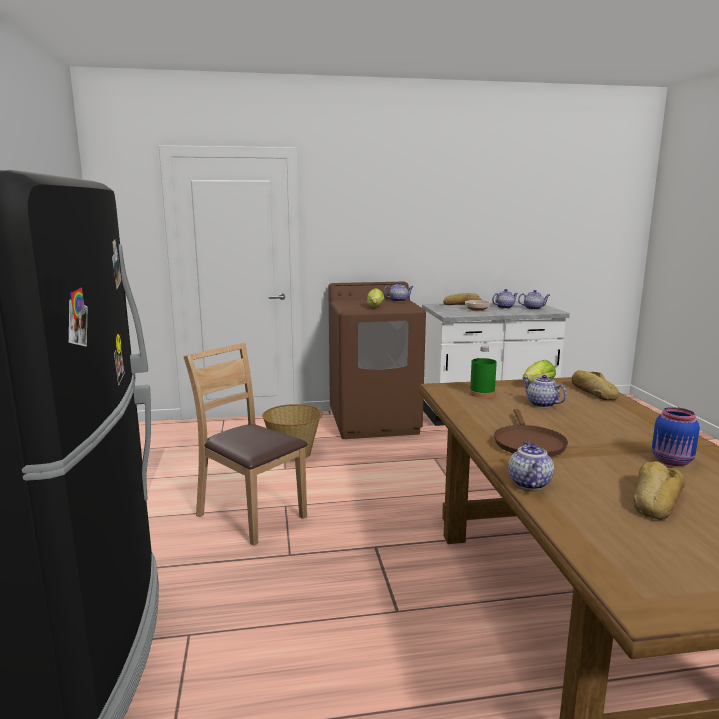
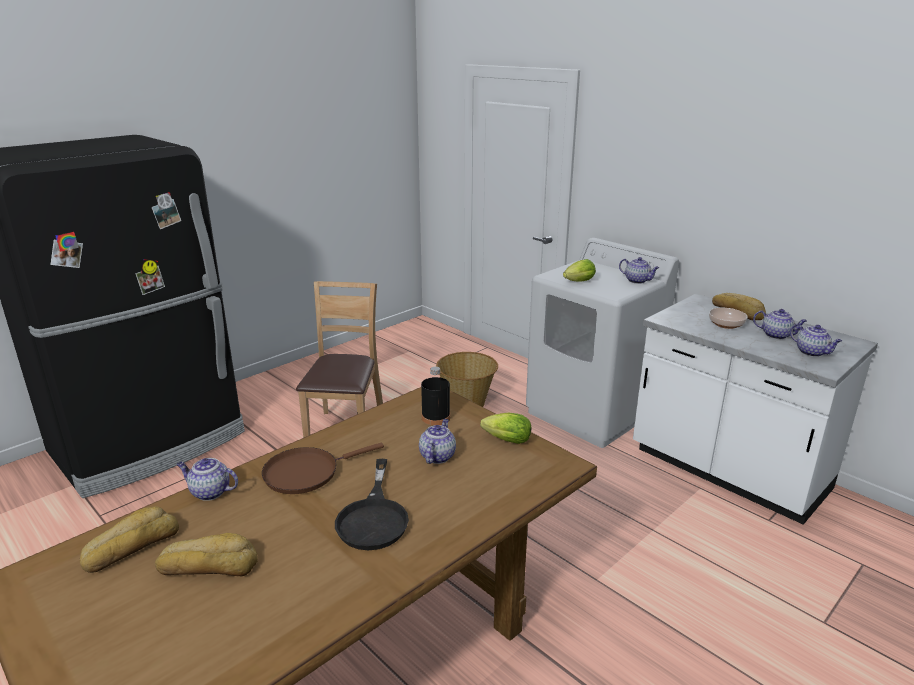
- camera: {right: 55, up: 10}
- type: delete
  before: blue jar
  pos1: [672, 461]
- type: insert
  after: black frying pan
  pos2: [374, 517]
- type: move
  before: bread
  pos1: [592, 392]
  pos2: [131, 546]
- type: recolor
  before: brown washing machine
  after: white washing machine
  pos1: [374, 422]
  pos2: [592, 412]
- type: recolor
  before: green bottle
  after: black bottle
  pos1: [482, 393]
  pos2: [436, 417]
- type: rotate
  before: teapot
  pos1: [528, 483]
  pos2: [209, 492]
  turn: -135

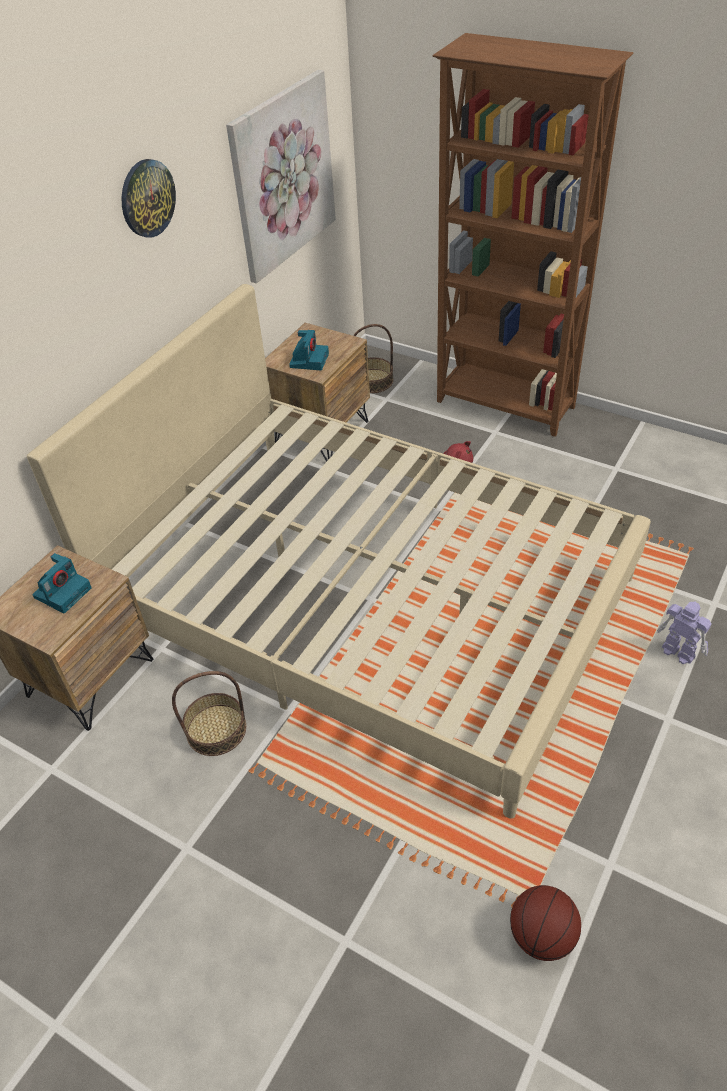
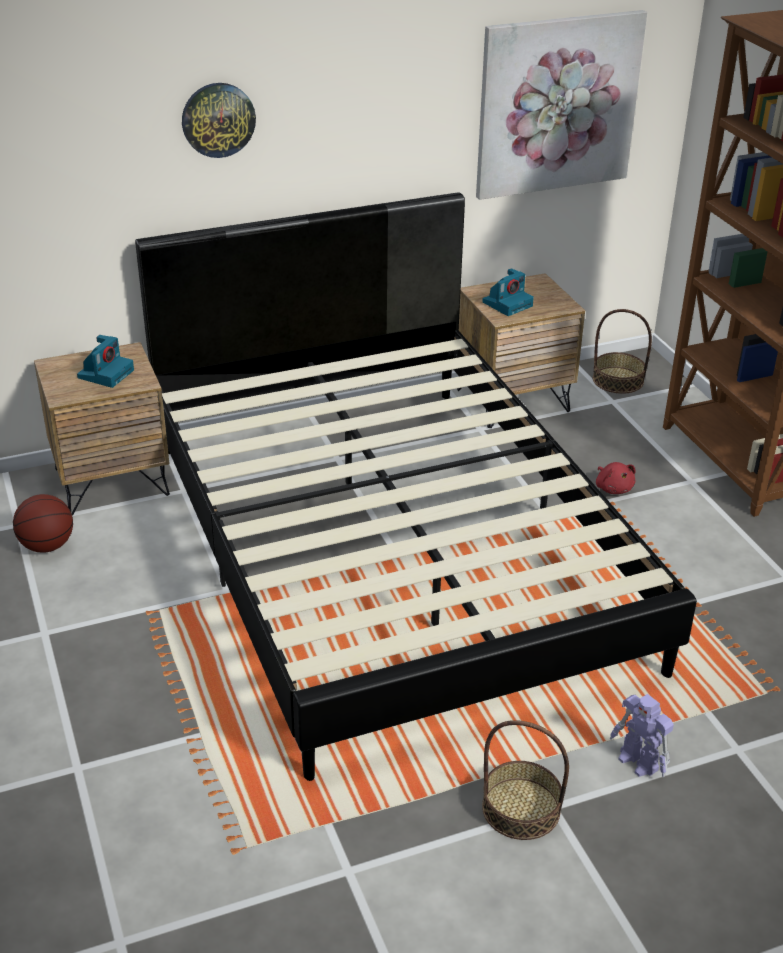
- camera: {right: 35, up: -10}
- type: move
  before: wall clock
  pos1: [147, 198]
  pos2: [218, 119]
- type: move
  before: basket
  pos1: [216, 729]
  pos2: [521, 808]
- type: move
  before: basketball
  pos1: [542, 935]
  pos2: [47, 546]
- type: recolor
  before: beige bed
  after: black bed
  pos1: [367, 598]
  pos2: [391, 548]
- type: rotate
  before: photo camera
  pos1: [63, 591]
  pos2: [106, 373]
  turn: -45
- type: rotate
  before: toy robot
  pos1: [677, 651]
  pos2: [639, 762]
  turn: 150

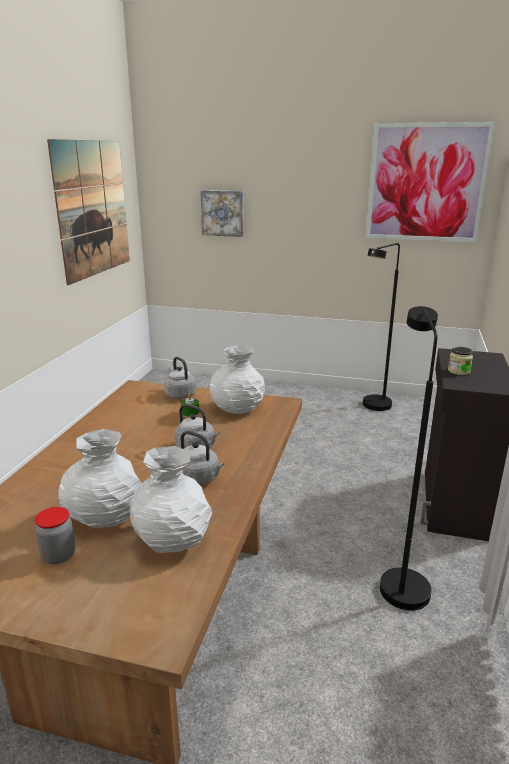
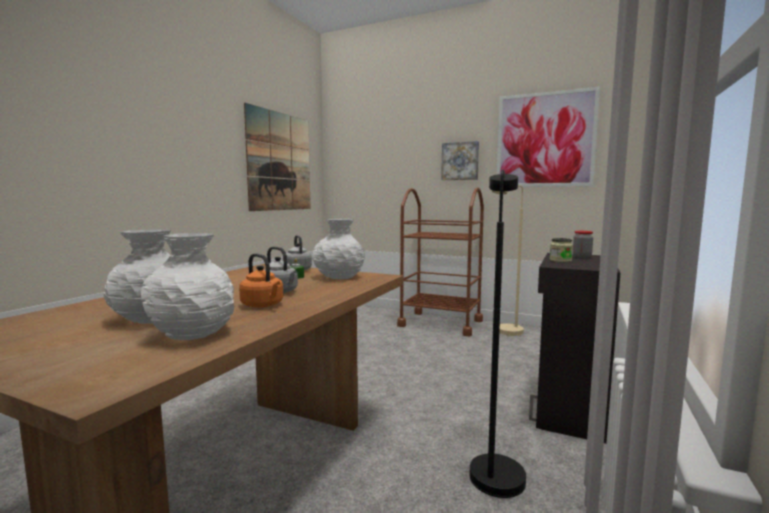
- camera: {right: 10, up: -15}
- type: insert
  after: brown cart
  pos2: [440, 323]
- type: move
  before: jar
  pos1: [58, 555]
  pos2: [582, 256]
- type: move
  before: picture
  pos1: [223, 213]
  pos2: [460, 161]
- type: recolor
  before: grey kettle
  after: orange kettle
  pos1: [199, 479]
  pos2: [263, 305]
- type: recolor
  before: black floor lamp
  after: beige floor lamp
  pos1: [373, 407]
  pos2: [506, 333]

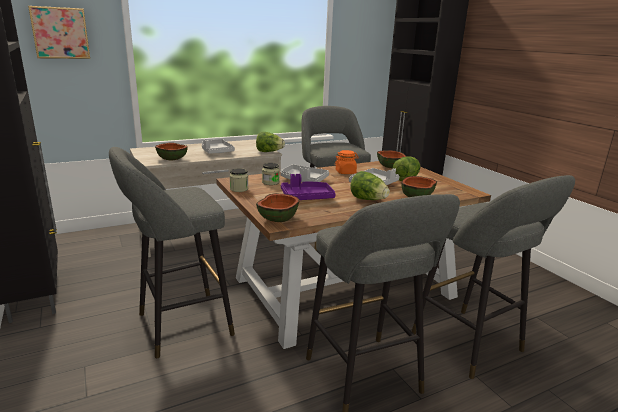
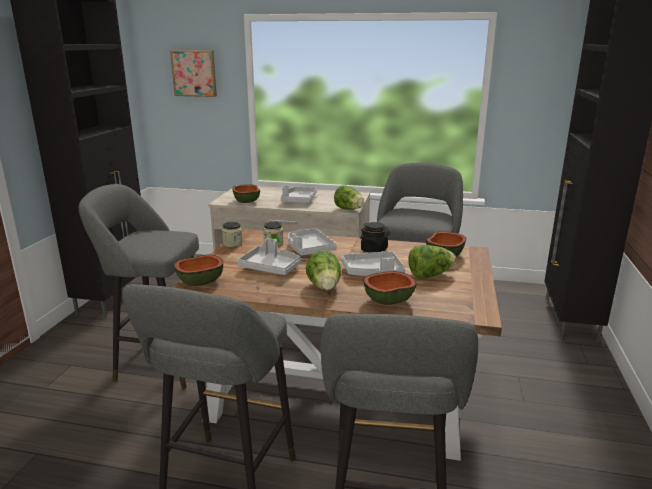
- camera: {right: 40, up: 0}
- type: recolor
  before: purple tray
  after: grey tray
  pos1: [306, 197]
  pos2: [271, 268]
- type: recolor
  before: orange jar
  after: black jar
  pos1: [345, 172]
  pos2: [374, 250]

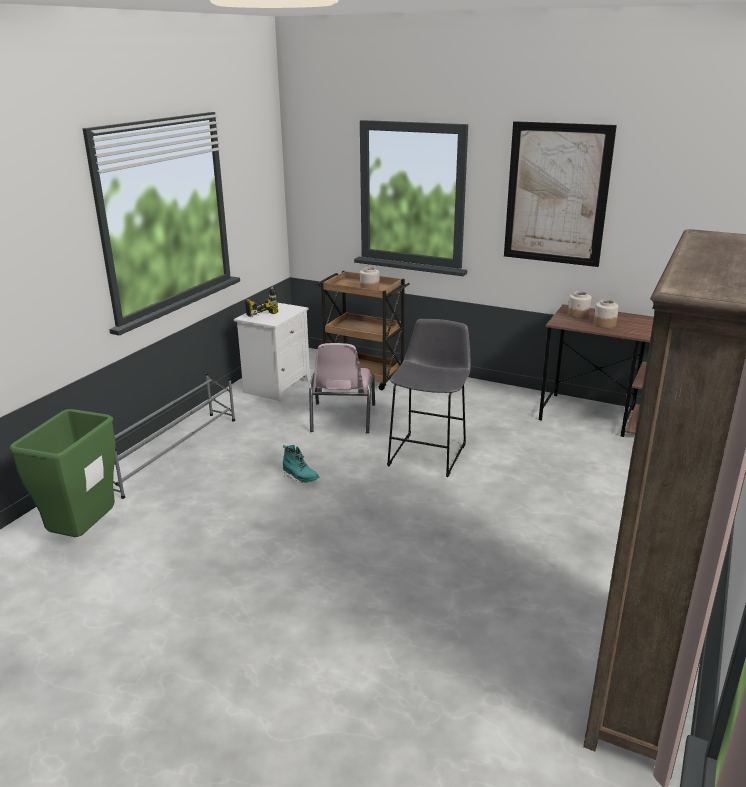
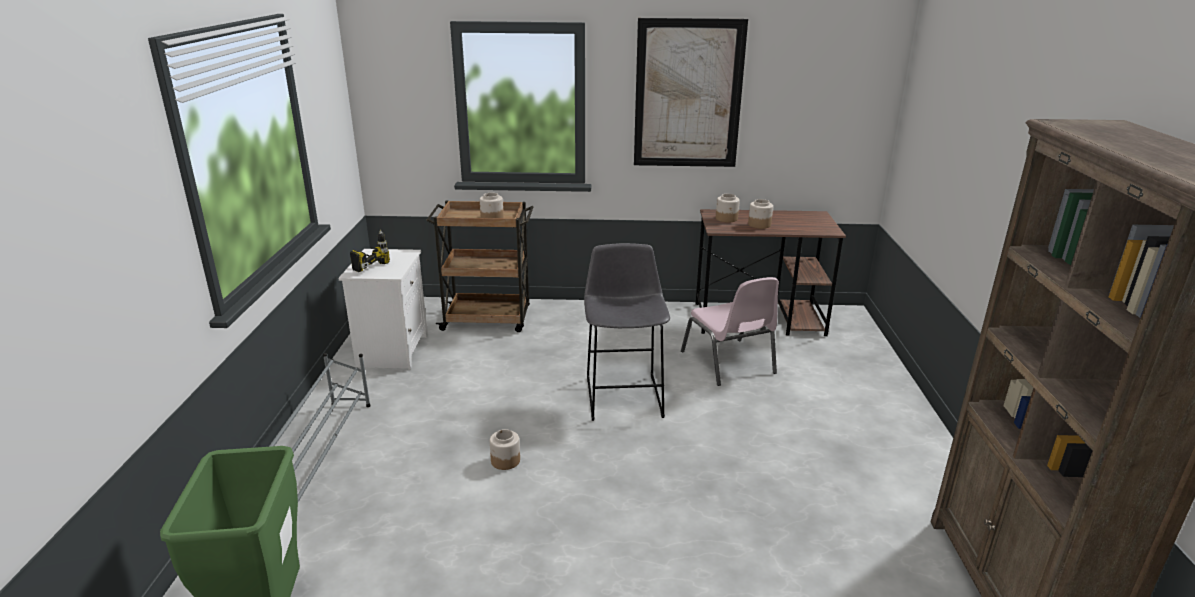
- camera: {right: -25, up: 0}
- type: move
  before: pink chair
  pos1: [342, 418]
  pos2: [728, 363]
- type: replace
  before: turquoise boot
  after: jar
  pos1: [300, 478]
  pos2: [505, 460]

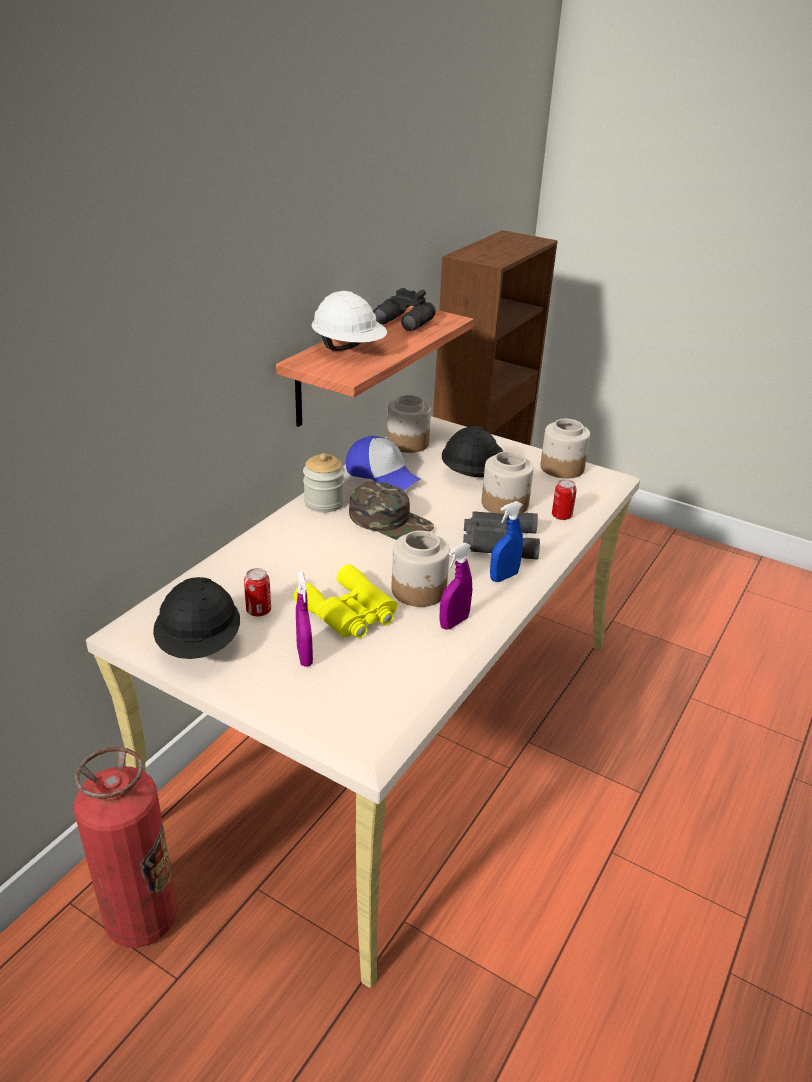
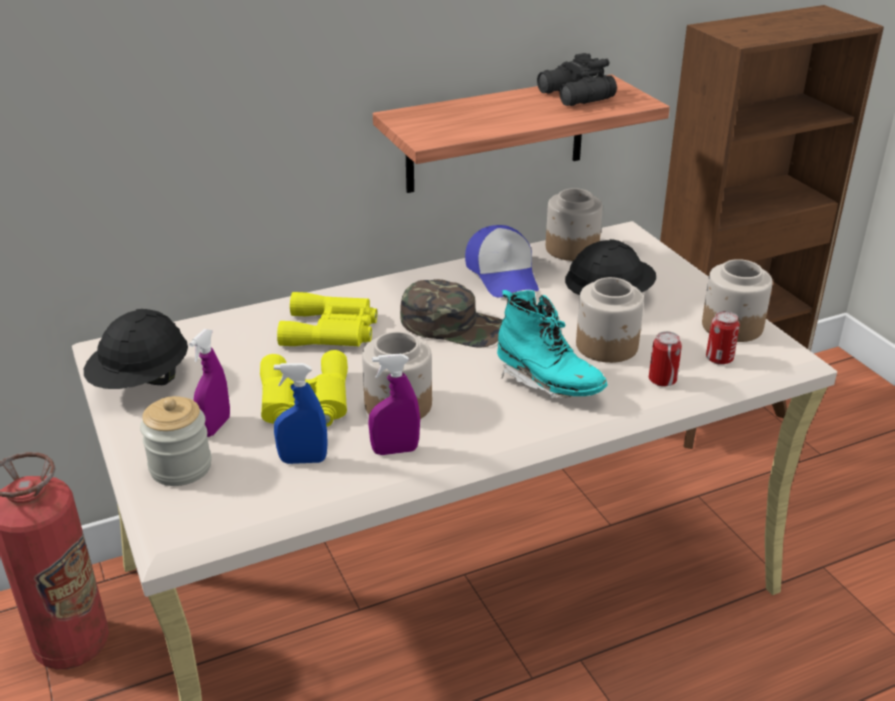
- camera: {right: 35, up: 0}
- type: delete
  before: white hard hat
  pos1: [349, 349]
- type: insert
  after: yellow binoculars
  pos2: [332, 331]
- type: move
  before: can
  pos1: [258, 610]
  pos2: [719, 359]
- type: move
  before: jar
  pos1: [324, 502]
  pos2: [180, 467]
- type: move
  before: blue spray bottle
  pos1: [503, 577]
  pos2: [303, 460]
- type: replace
  before: grey binoculars
  after: turquoise boot
  pos1: [497, 541]
  pos2: [548, 383]
- type: rotate
  before: green cap
  pos1: [390, 521]
  pos2: [454, 325]
  turn: -45

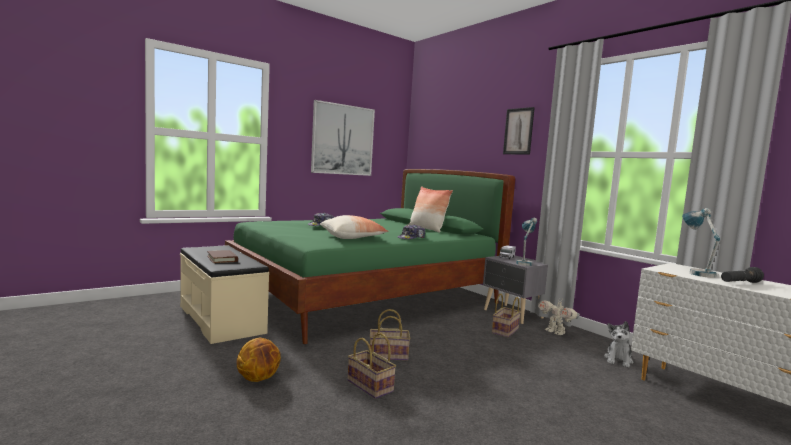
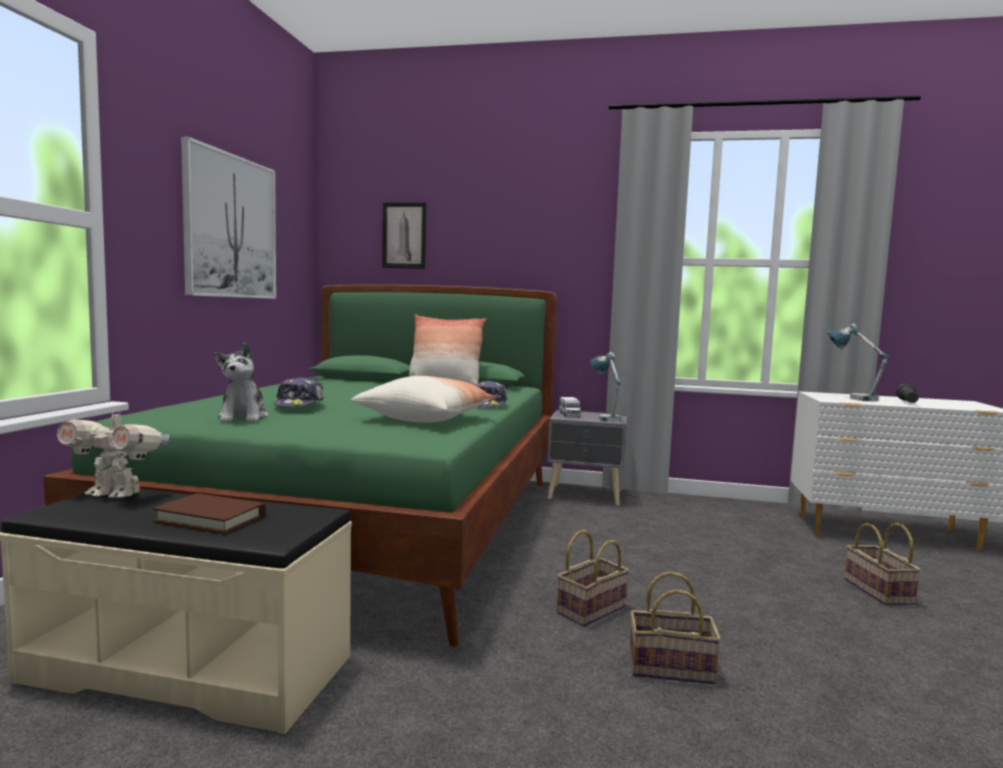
- camera: {right: -40, up: 0}
- type: delete
  before: basketball
  pos1: [259, 379]
- type: move
  before: basket
  pos1: [504, 330]
  pos2: [875, 591]
- type: move
  before: picture
  pos1: [518, 131]
  pos2: [404, 235]
- type: move
  before: toy robot
  pos1: [555, 332]
  pos2: [116, 494]
- type: move
  before: plush toy
  pos1: [618, 360]
  pos2: [243, 417]

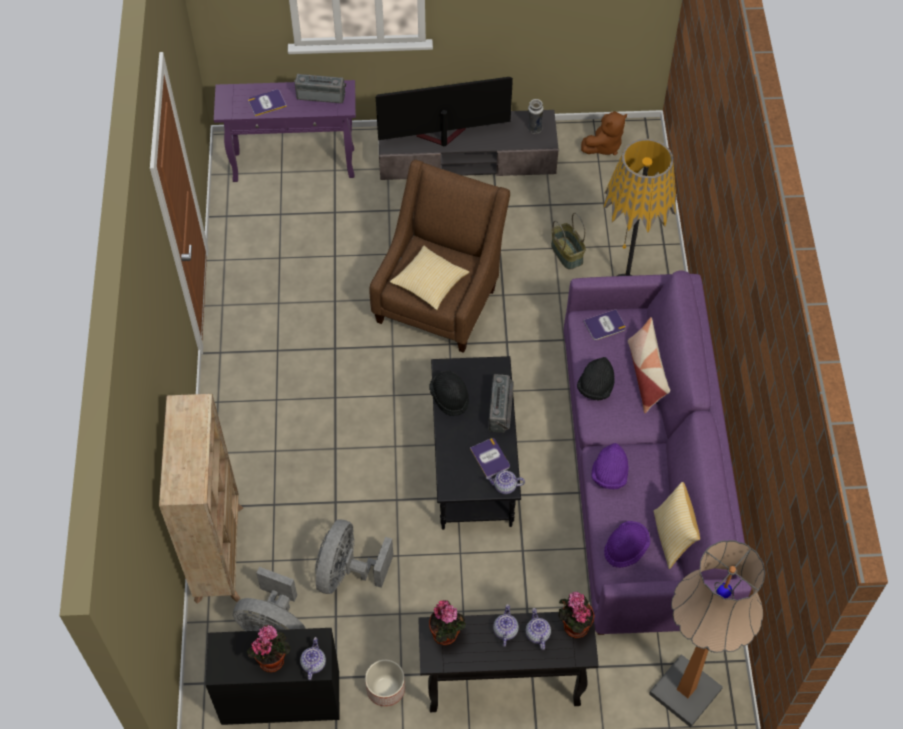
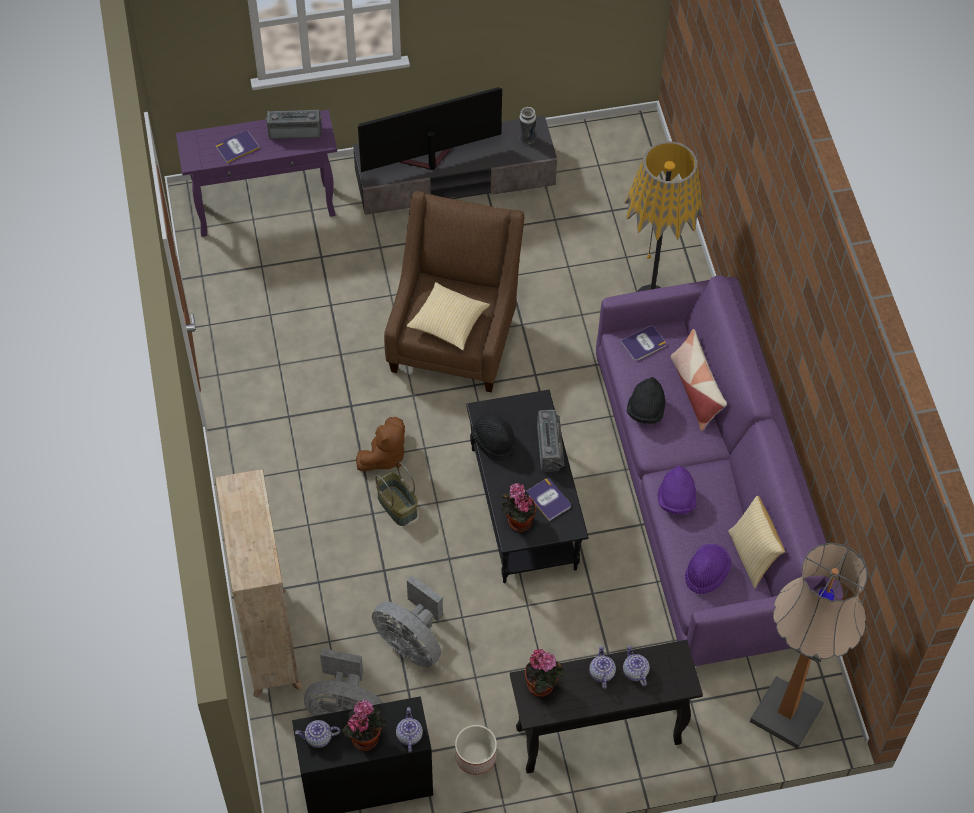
- camera: {right: -10, up: 0}
- type: move
  before: teapot
  pos1: [504, 486]
  pos2: [318, 738]
- type: move
  before: basket
  pos1: [567, 253]
  pos2: [398, 506]
- type: move
  before: potted plant
  pos1: [574, 625]
  pos2: [517, 520]
- type: move
  before: brown plush toy
  pos1: [604, 146]
  pos2: [384, 456]
- type: rotate
  before: grey fan
  pos1: [347, 572]
  pos2: [411, 642]
  turn: -60

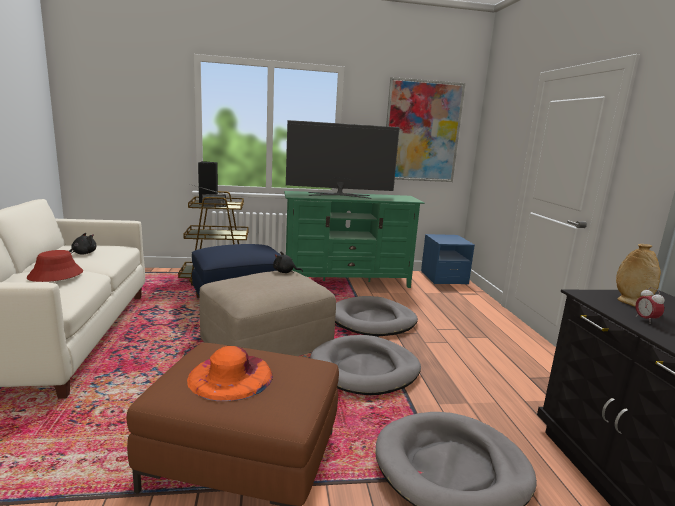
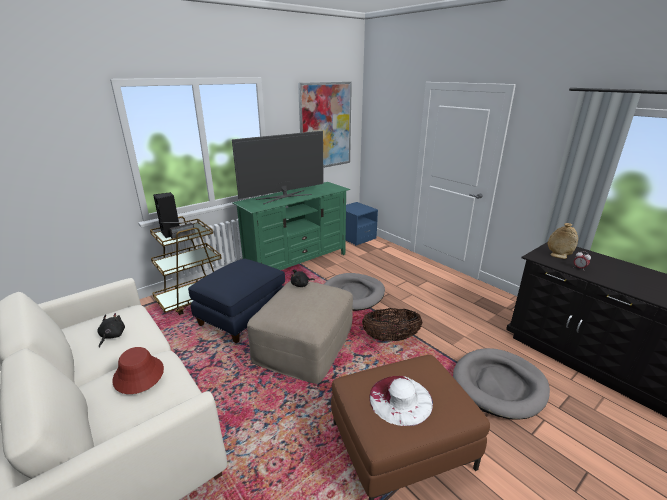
- camera: {right: -30, up: 10}
- type: replace
  before: grey dog bed
  after: basket
  pos1: [365, 369]
  pos2: [390, 338]
- type: recolor
  before: orange hat
  after: white hat
  pos1: [230, 376]
  pos2: [400, 399]

